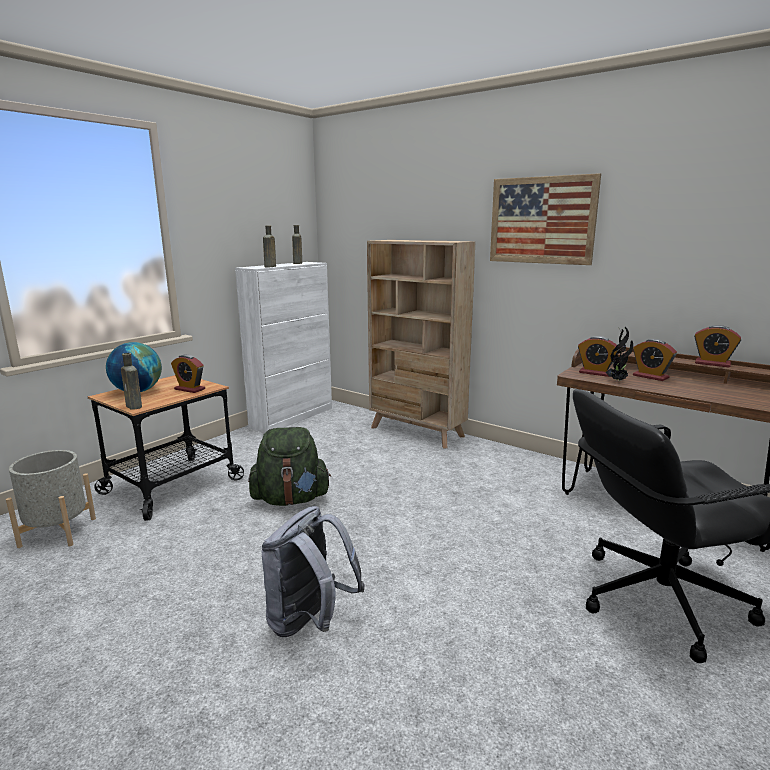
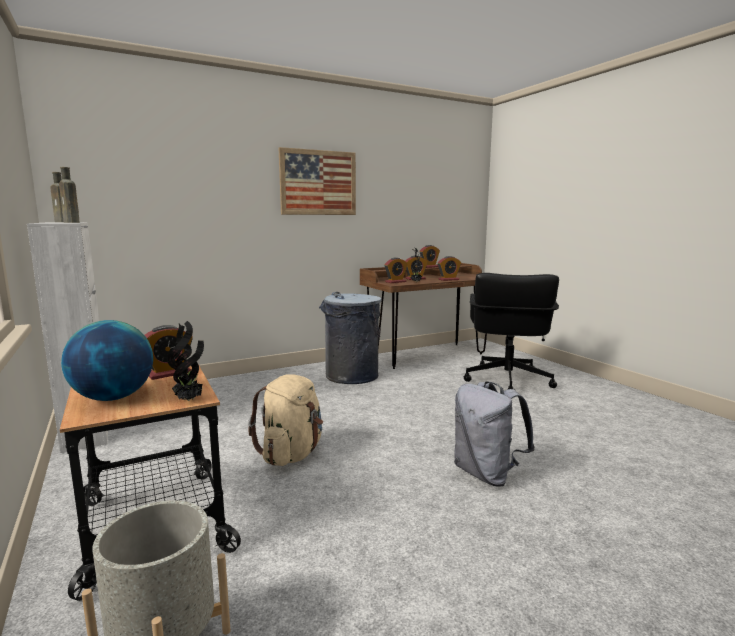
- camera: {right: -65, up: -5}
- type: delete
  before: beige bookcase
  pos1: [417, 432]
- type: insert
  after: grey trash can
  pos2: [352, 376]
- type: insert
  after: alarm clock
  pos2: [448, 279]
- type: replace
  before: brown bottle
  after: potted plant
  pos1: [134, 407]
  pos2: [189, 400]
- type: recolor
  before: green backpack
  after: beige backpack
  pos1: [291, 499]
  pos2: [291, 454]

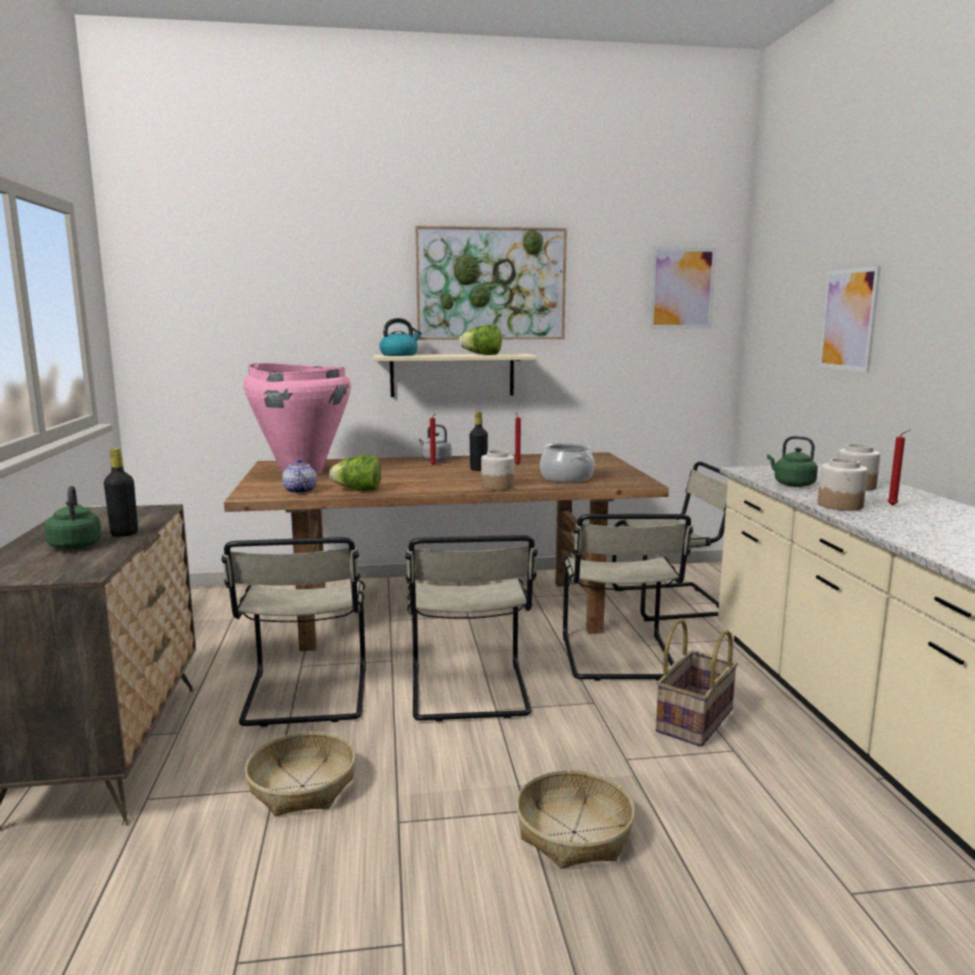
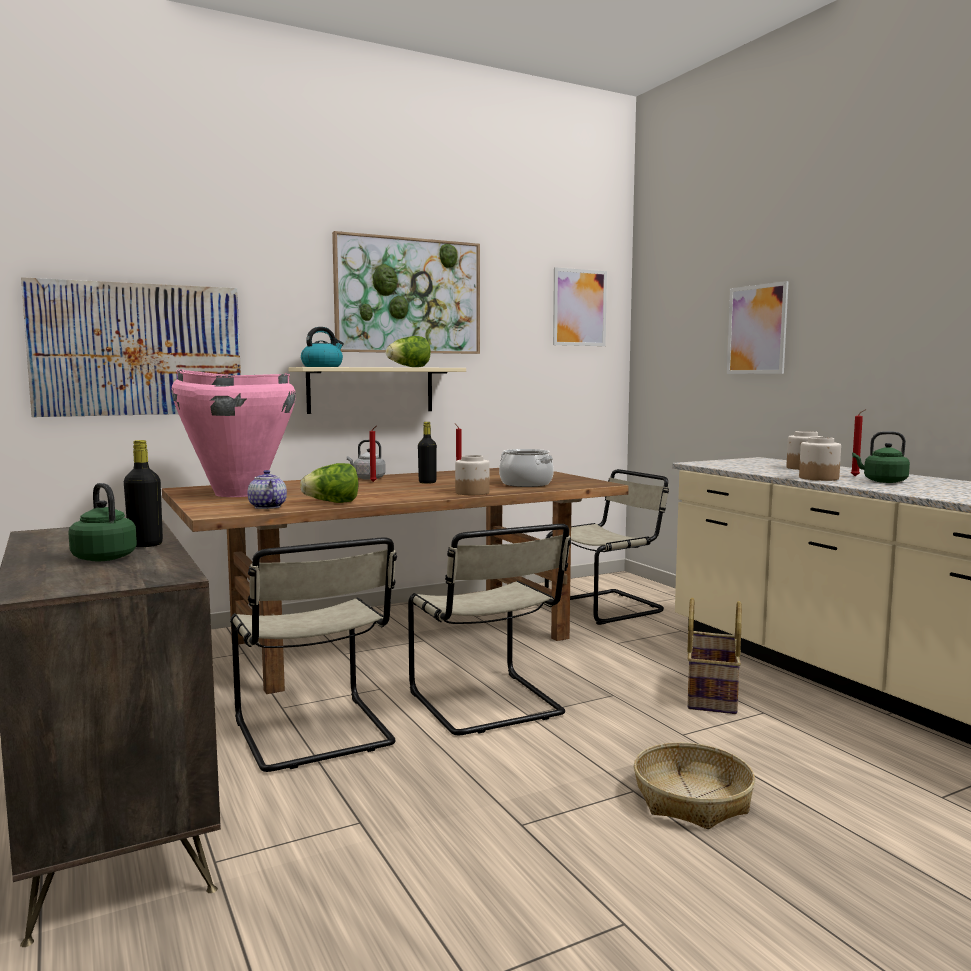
- camera: {right: -20, up: -5}
- type: delete
  before: basket
  pos1: [302, 786]
- type: delete
  before: beige chair
  pos1: [619, 659]
- type: insert
  after: picture
  pos2: [138, 349]
- type: move
  before: green kettle
  pos1: [792, 484]
  pos2: [882, 481]

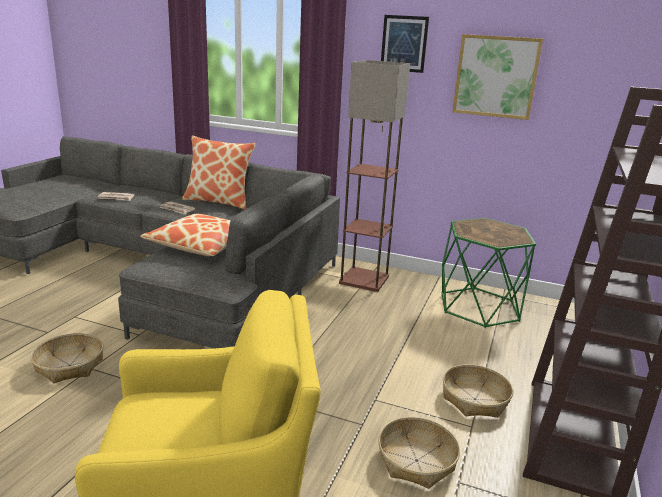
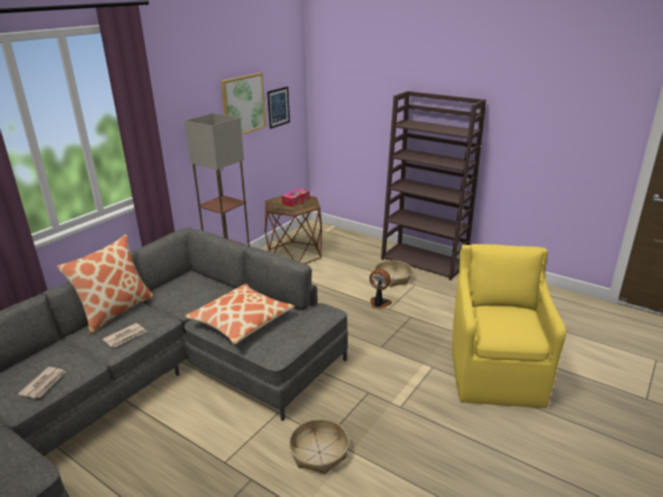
- camera: {right: -75, up: 5}
- type: delete
  before: basket
  pos1: [417, 460]
- type: insert
  after: tissue box
  pos2: [295, 201]
- type: insert
  after: fan
  pos2: [379, 304]
- type: move
  before: picture
  pos1: [404, 43]
  pos2: [278, 107]
- type: recolor
  before: green side table
  after: brown side table
  pos1: [478, 307]
  pos2: [294, 254]

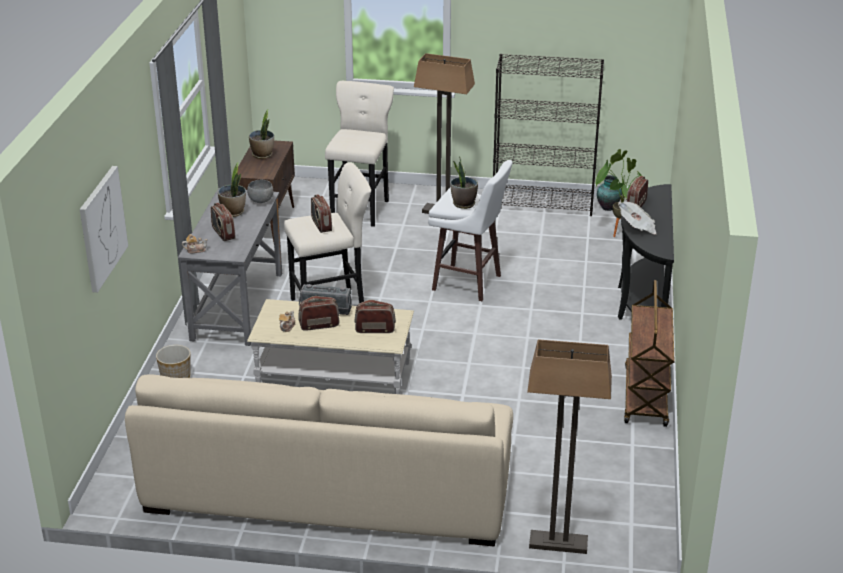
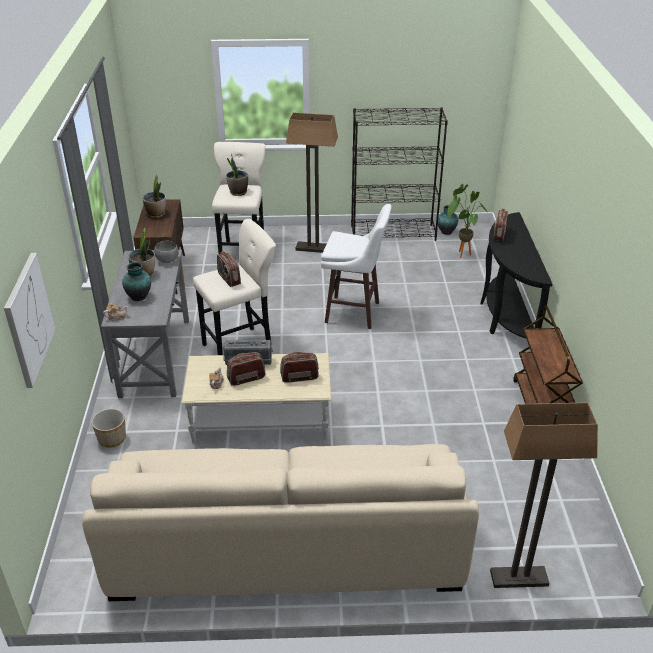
- camera: {right: -10, up: 5}
- type: delete
  before: newspaper
  pos1: [637, 227]
- type: move
  before: potted plant
  pos1: [463, 204]
  pos2: [238, 192]
- type: replace
  before: radio
  after: vase
  pos1: [223, 233]
  pos2: [139, 297]

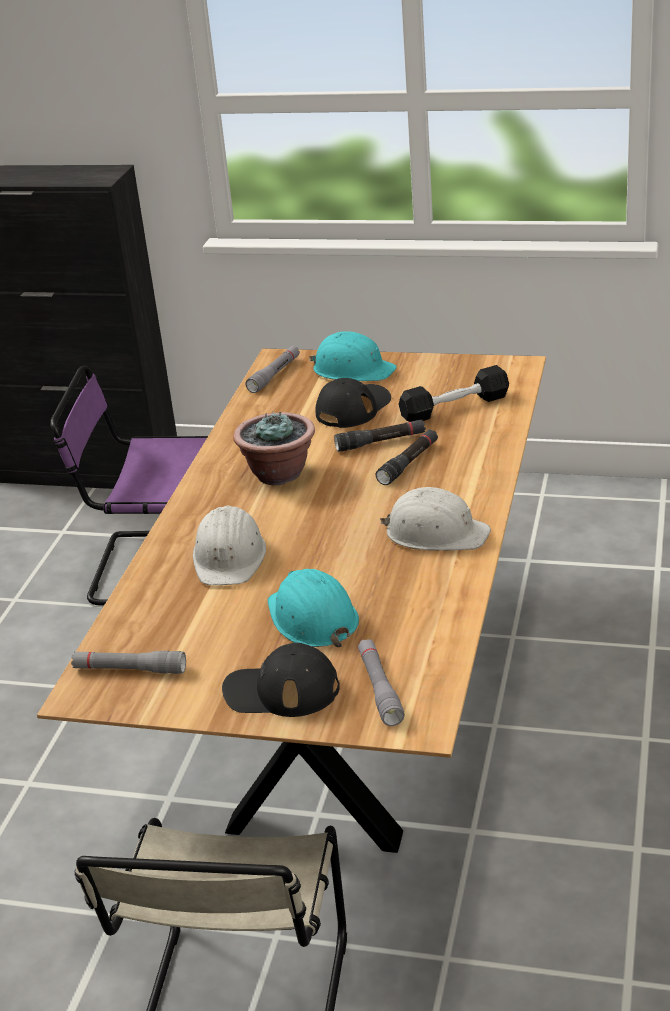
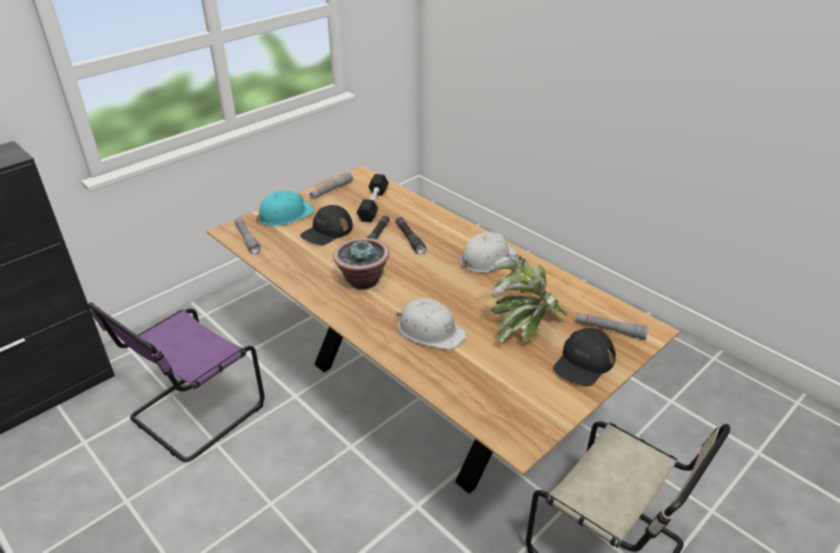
- camera: {right: -60, up: 5}
- type: move
  before: grey flashlight
  pos1: [129, 669]
  pos2: [331, 190]
- type: replace
  before: turquoise hard hat
  after: potted plant
  pos1: [312, 618]
  pos2: [525, 326]
- type: rotate
  before: black cap
  pos1: [353, 408]
  pos2: [327, 231]
  turn: -120

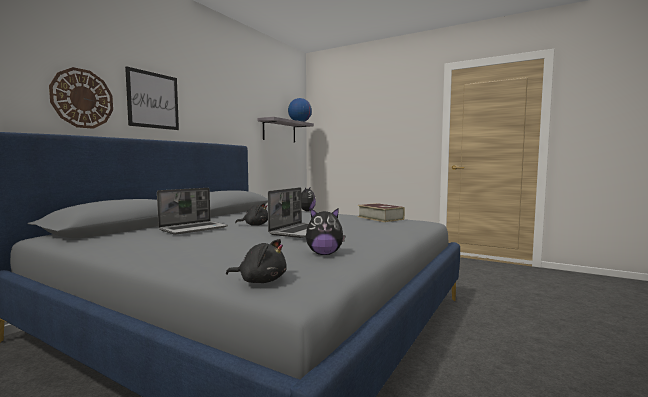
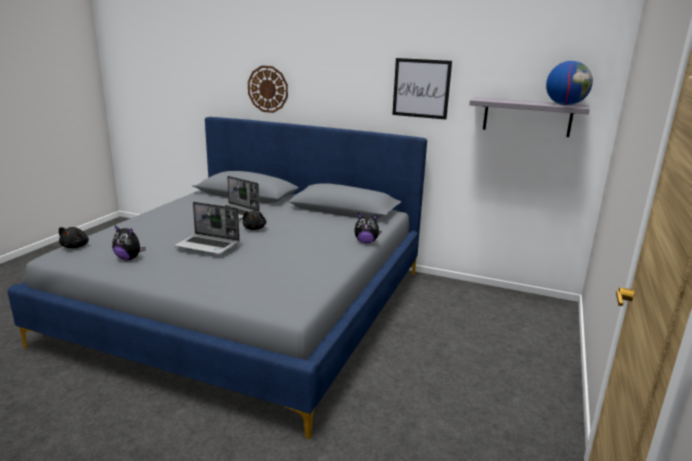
- camera: {right: 80, up: 15}
- type: delete
  before: book
  pos1: [380, 218]
- type: move
  before: picture
  pos1: [153, 100]
  pos2: [421, 88]
- type: rotate
  before: plush toy
  pos1: [324, 254]
  pos2: [129, 258]
  turn: -60

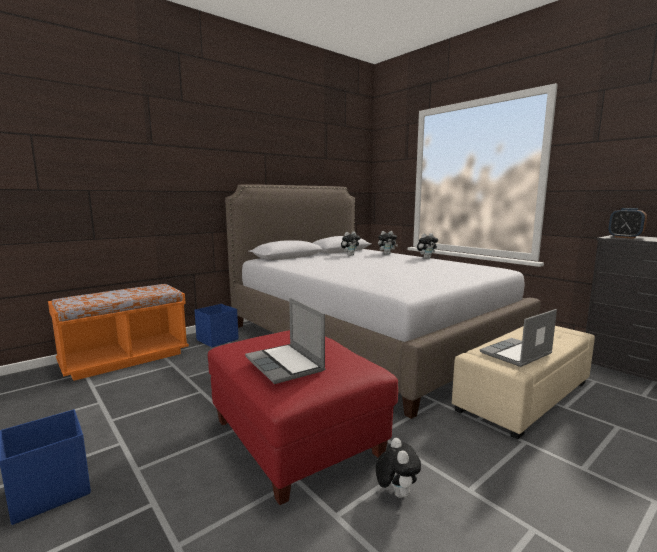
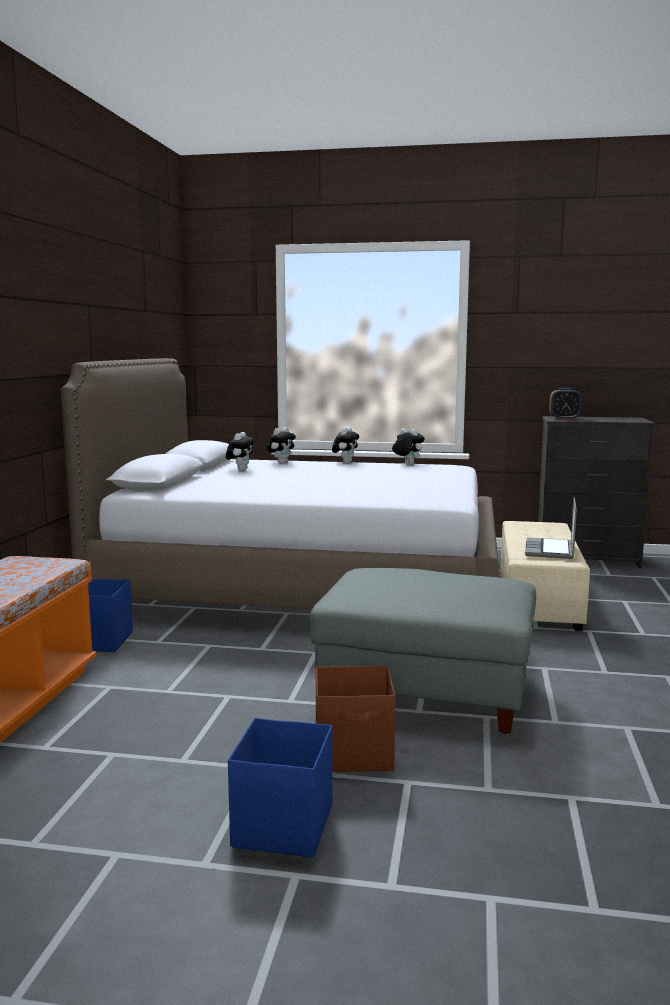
- camera: {right: -40, up: 0}
- type: delete
  before: laptop
  pos1: [286, 365]
- type: insert
  after: brown storage box
  pos2: [355, 754]
- type: move
  before: plush toy
  pos1: [396, 493]
  pos2: [407, 464]
- type: recolor
  before: red ottoman
  after: grey ottoman
  pos1: [297, 438]
  pos2: [426, 692]

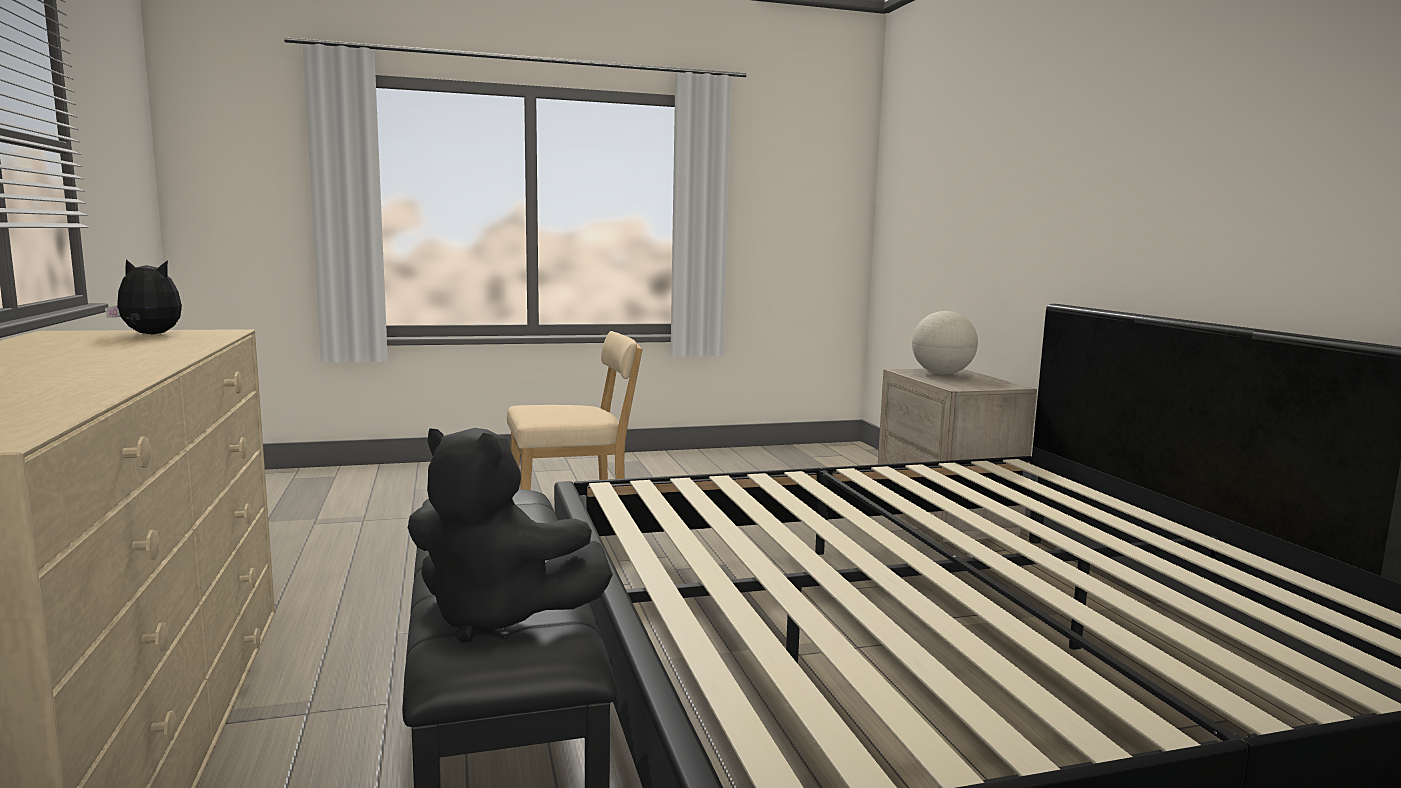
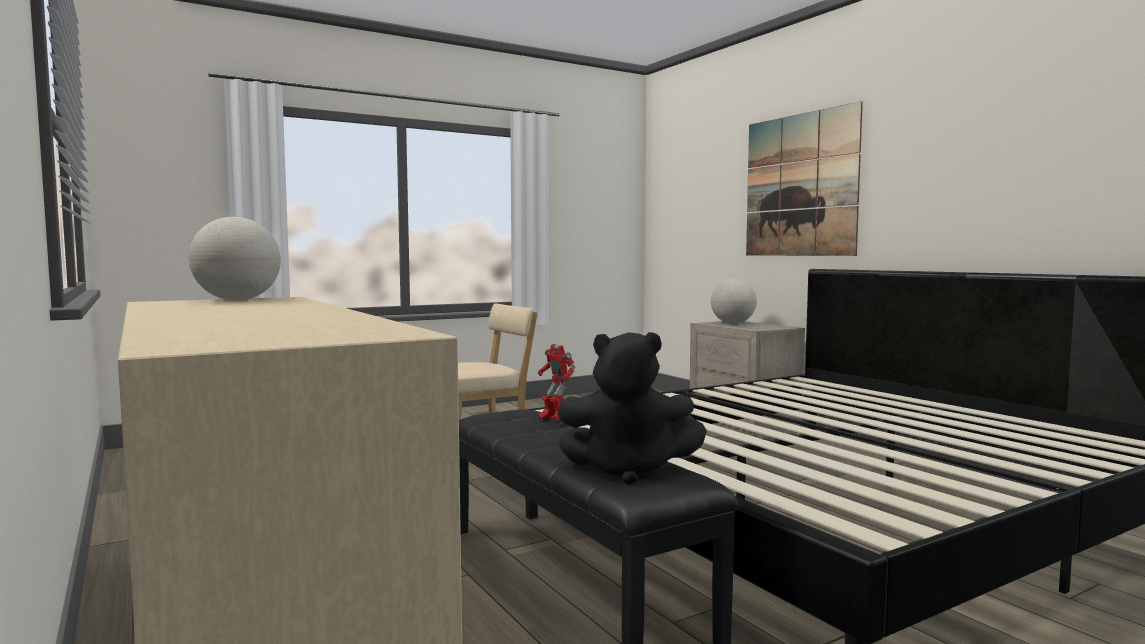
- camera: {right: -15, up: -5}
- type: insert
  after: toy robot
  pos2: [553, 421]
- type: insert
  after: picture
  pos2: [800, 185]
- type: replace
  before: plush toy
  after: globe
  pos1: [149, 334]
  pos2: [237, 300]

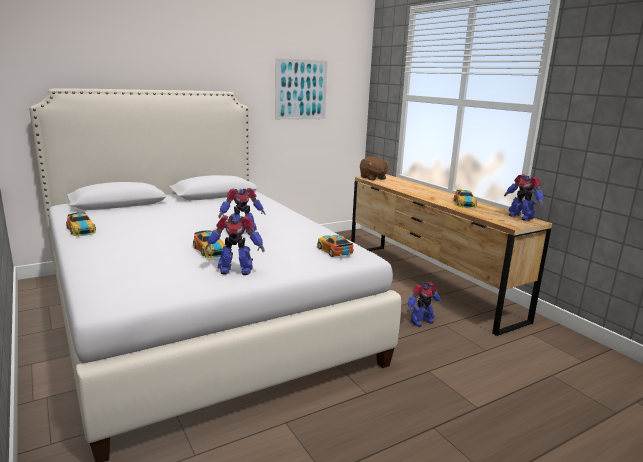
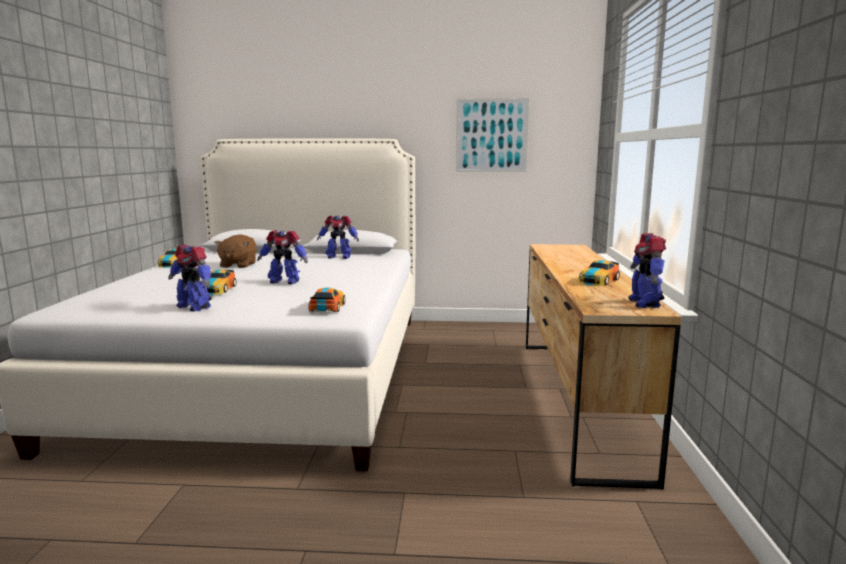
- camera: {right: 35, up: -5}
- type: move
  before: brown plush toy
  pos1: [372, 178]
  pos2: [238, 265]
- type: move
  before: toy robot
  pos1: [421, 322]
  pos2: [338, 257]

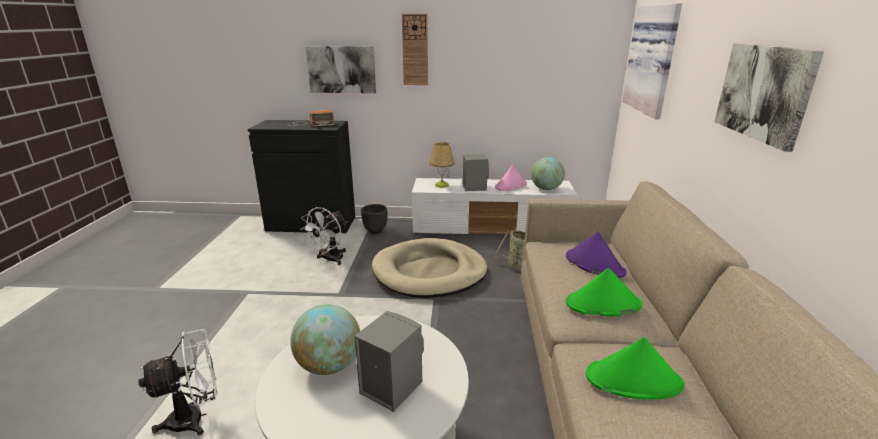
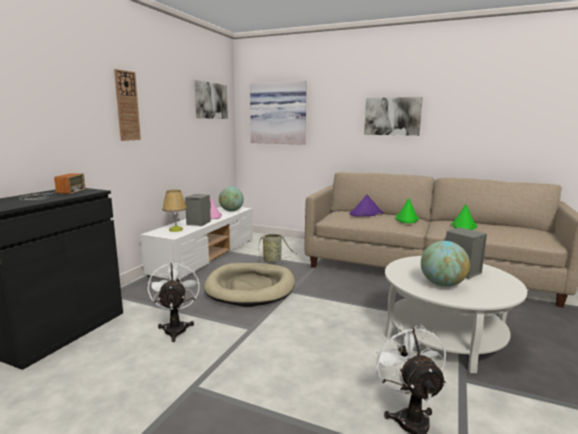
- camera: {right: -70, up: -10}
- type: delete
  before: black planter
  pos1: [375, 230]
- type: move
  before: picture
  pos1: [341, 69]
  pos2: [211, 100]
- type: rotate
  before: white fan
  pos1: [330, 260]
  pos2: [176, 327]
  turn: -150

